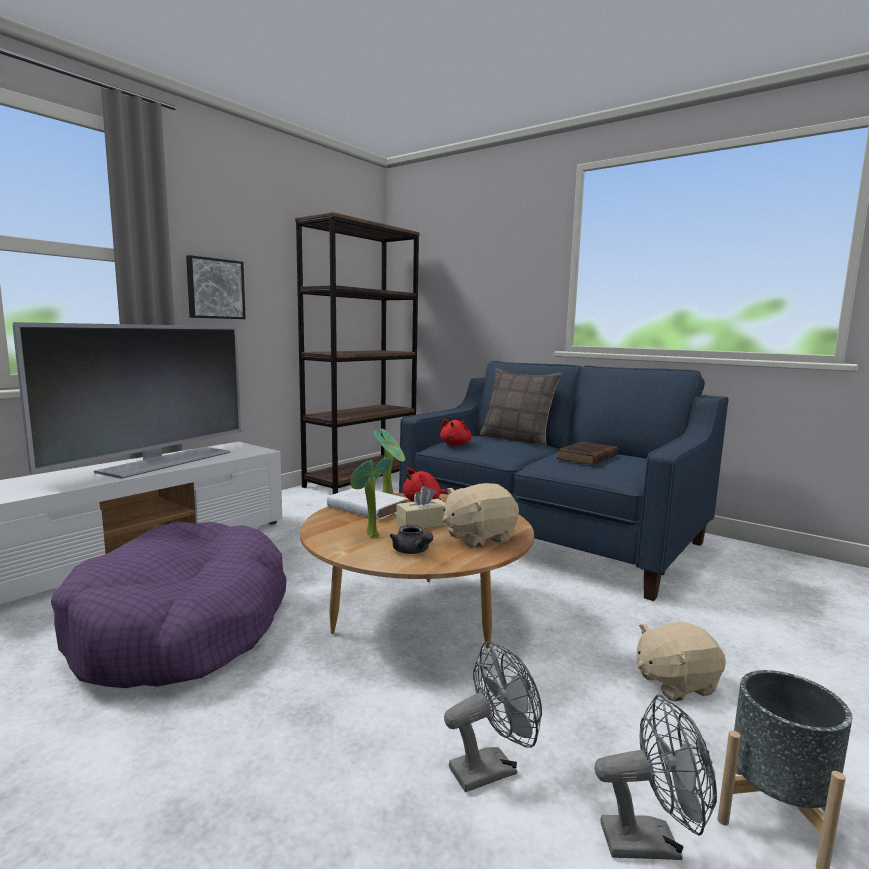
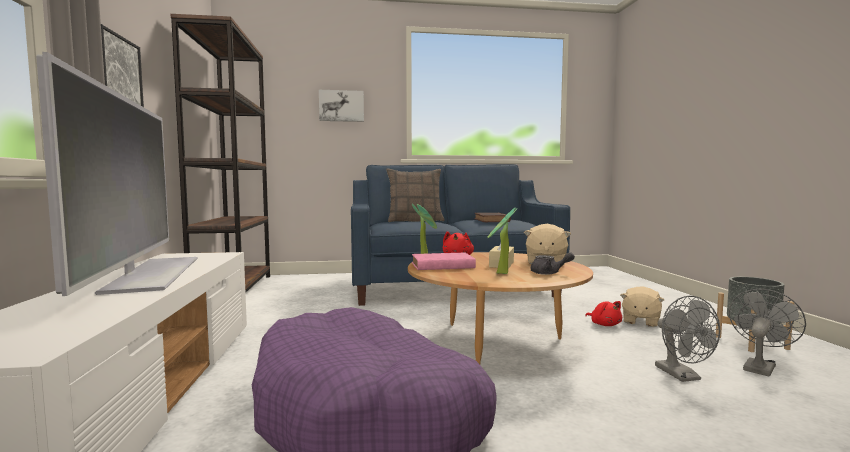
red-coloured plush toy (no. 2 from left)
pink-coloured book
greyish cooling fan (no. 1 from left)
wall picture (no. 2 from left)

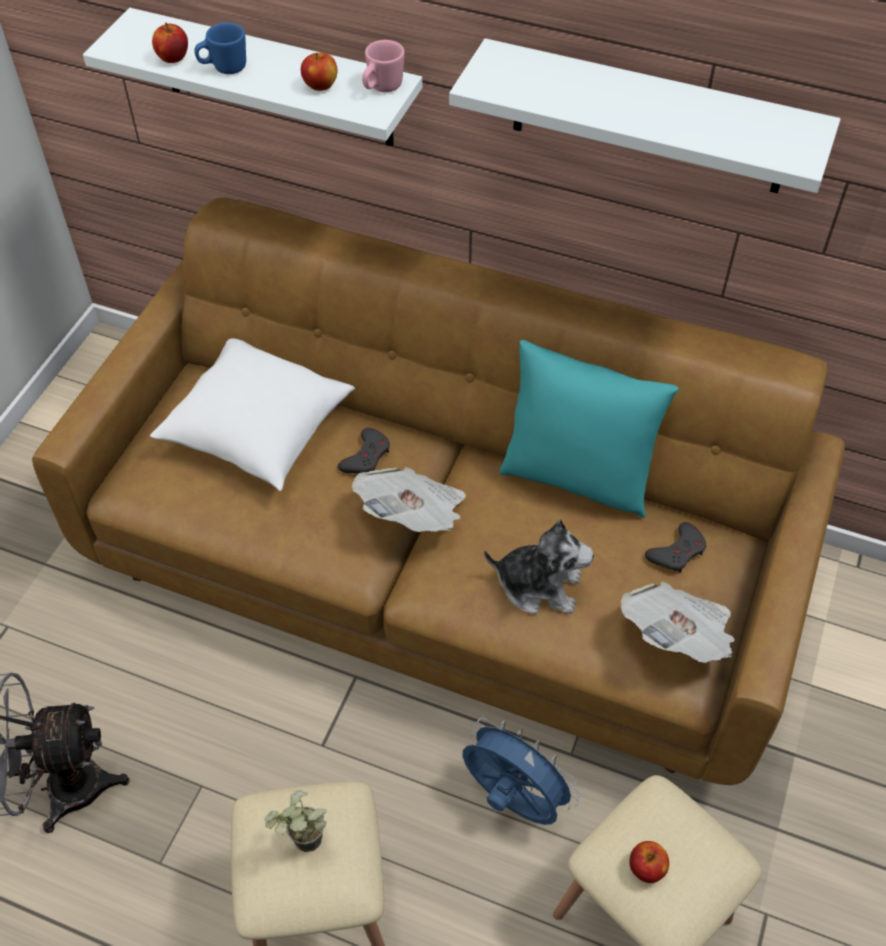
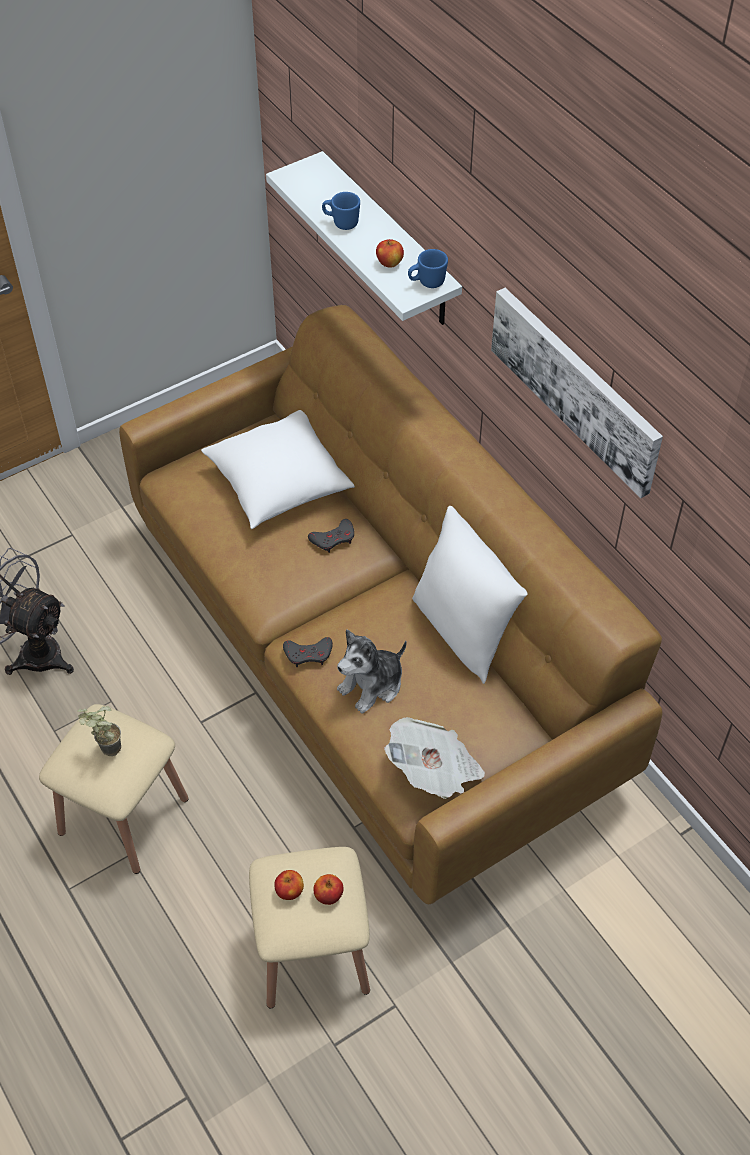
apple fruit (no. 2 from left)
wall picture
blue-coloured tea mug (no. 2 from left)
whitish throw pillow (no. 2 from left)
daily paper (no. 1 from left in the first image)
plush toy
greyish gamepad (no. 1 from left)
blue-coloured cooling fan

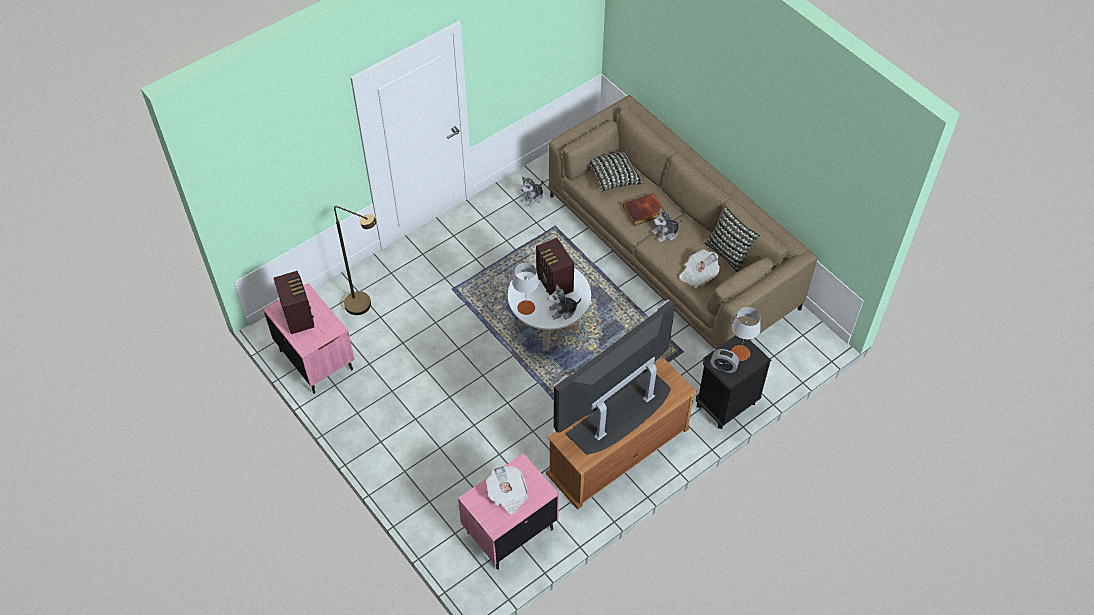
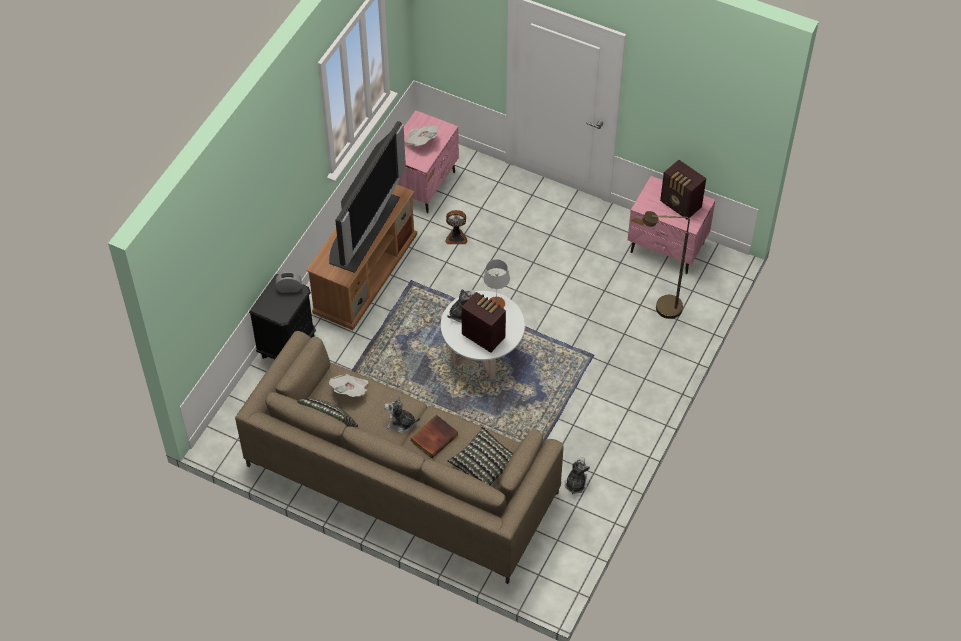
plush toy (no. 1 from left)
greyish lamp for a table (no. 2 from left in the first image)
cooling fan

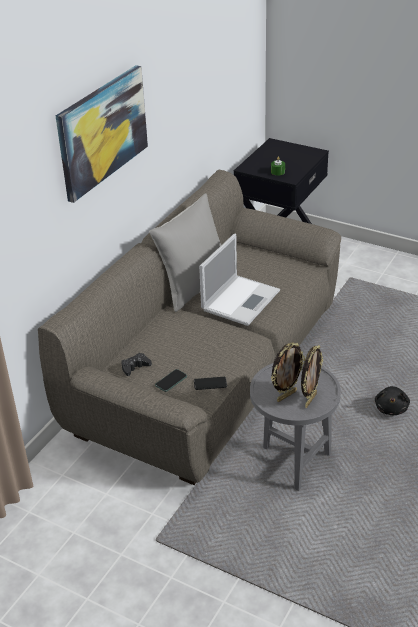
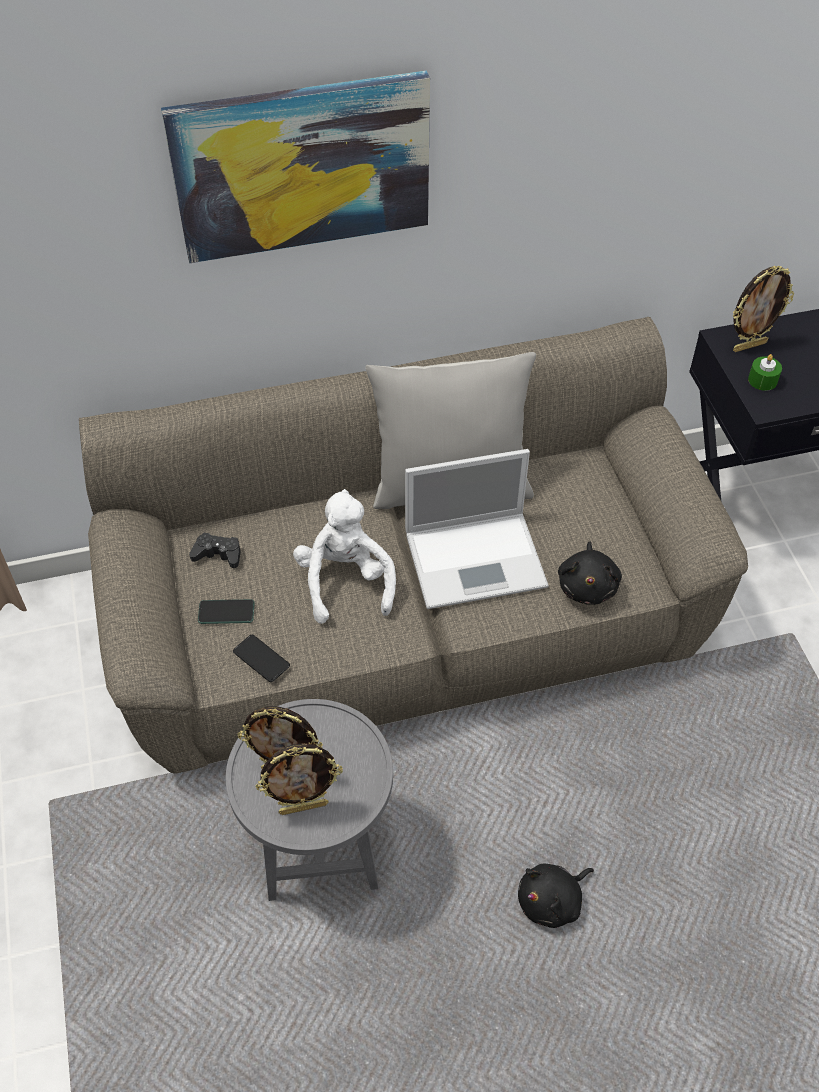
standing frame (no. 3 from left)
whitish plush toy
blackish plush toy (no. 2 from left)

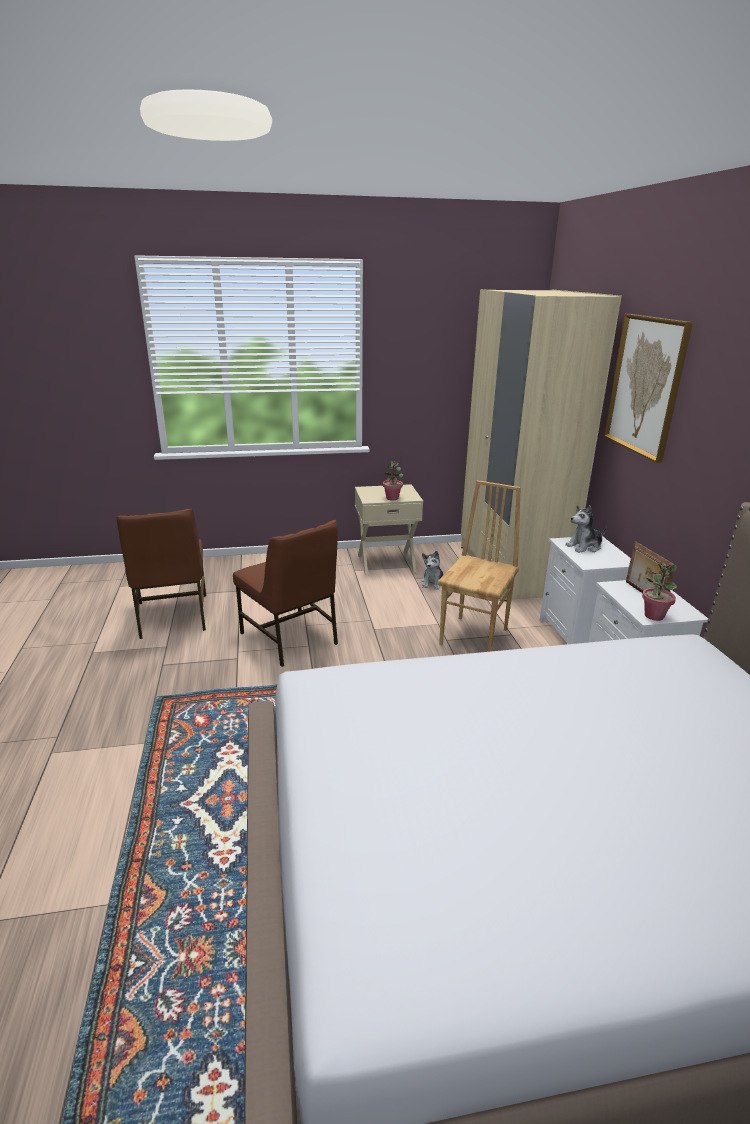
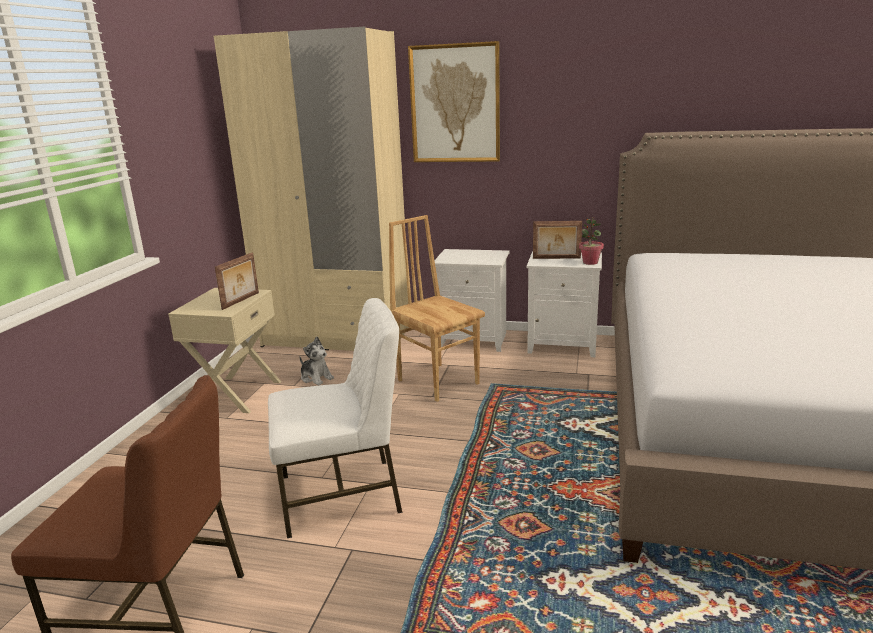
standing frame (no. 1 from left)
plush toy (no. 2 from left in the first image)
whitish plain chair

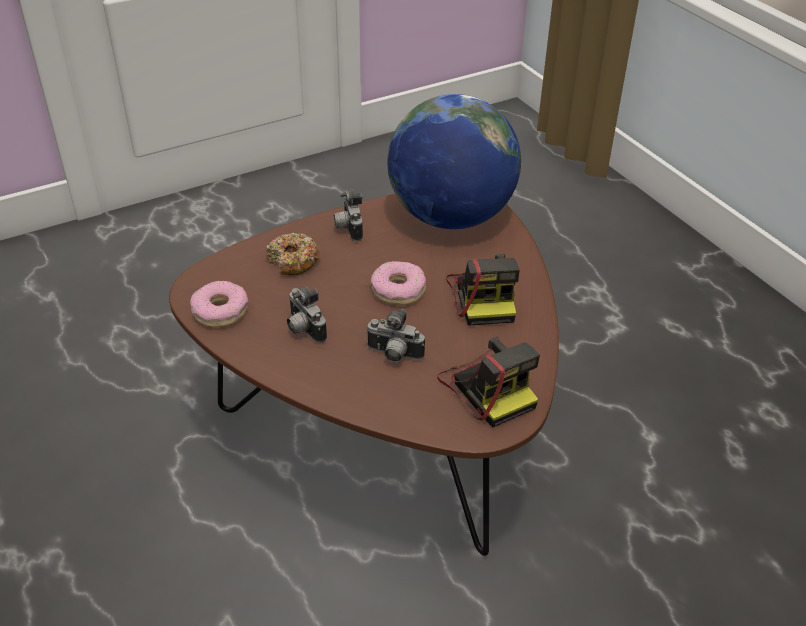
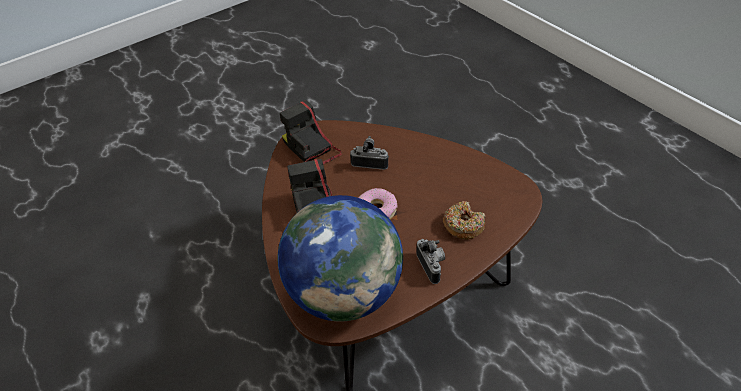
ring doughnut (no. 1 from left in the first image)
still camera (no. 1 from left in the first image)

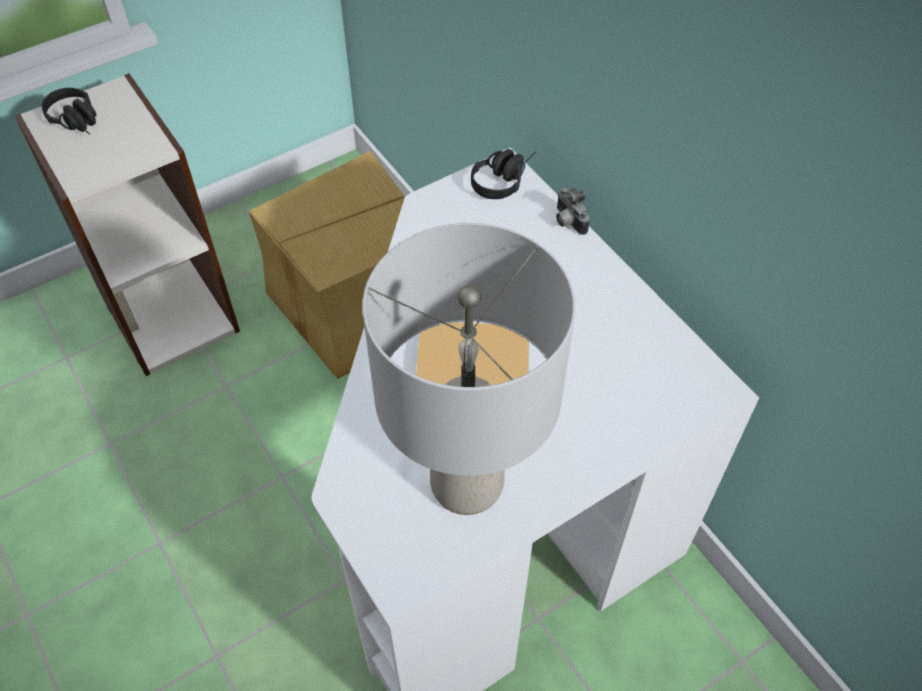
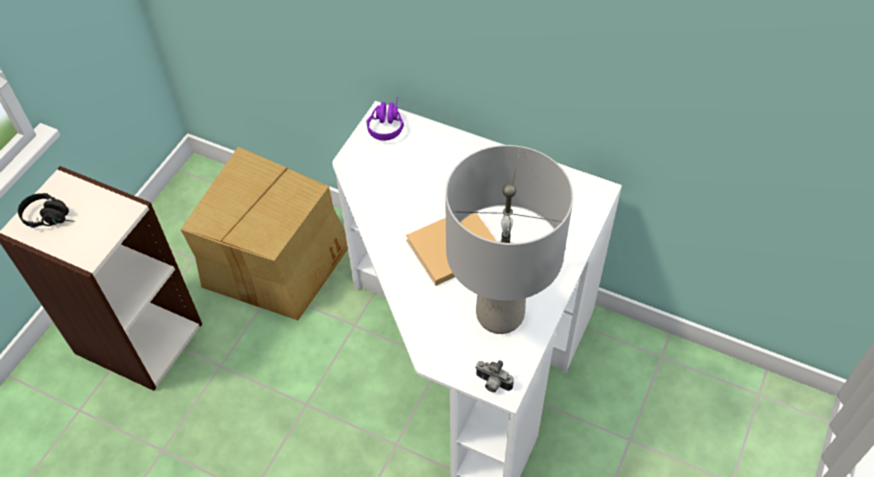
purplish headset
still camera

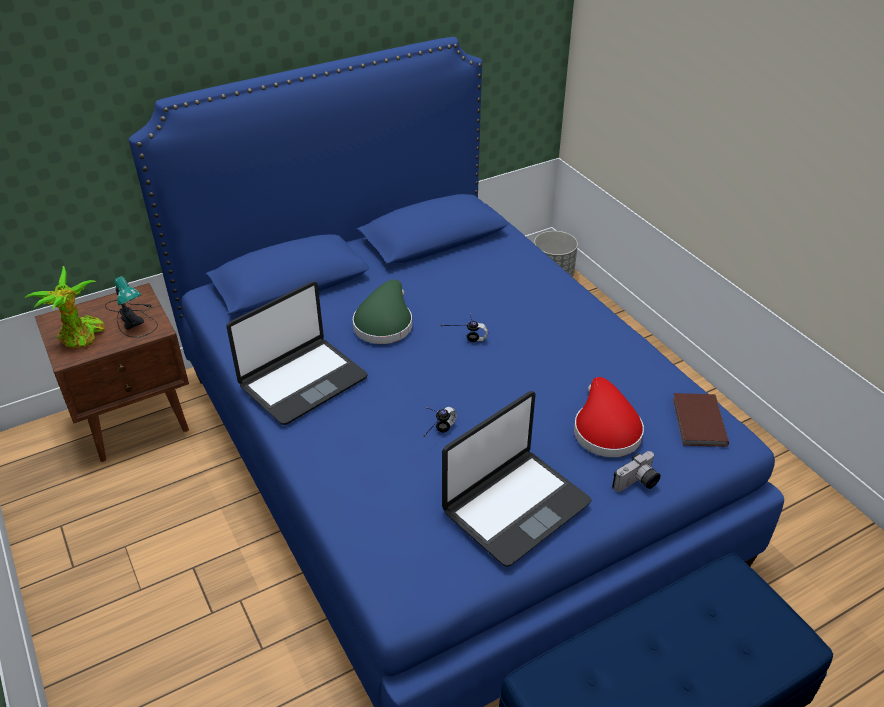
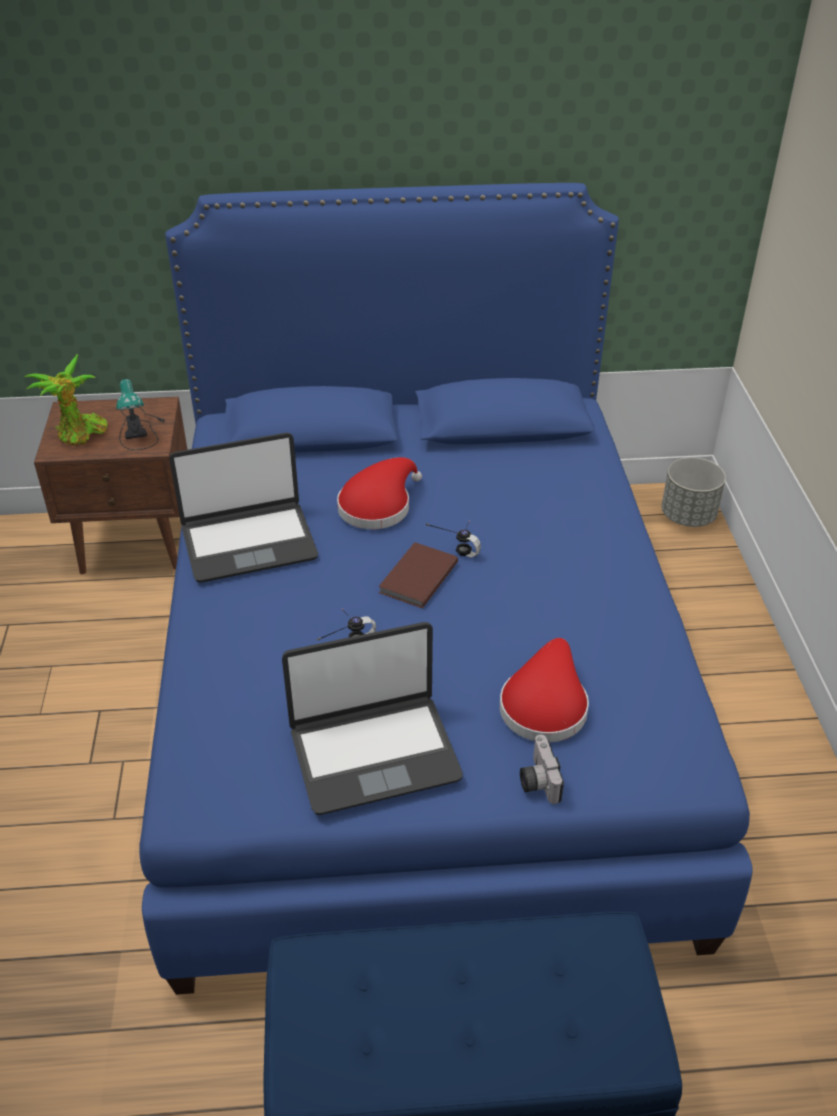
red-coloured wearable hat (no. 1 from left)
brown book
still camera

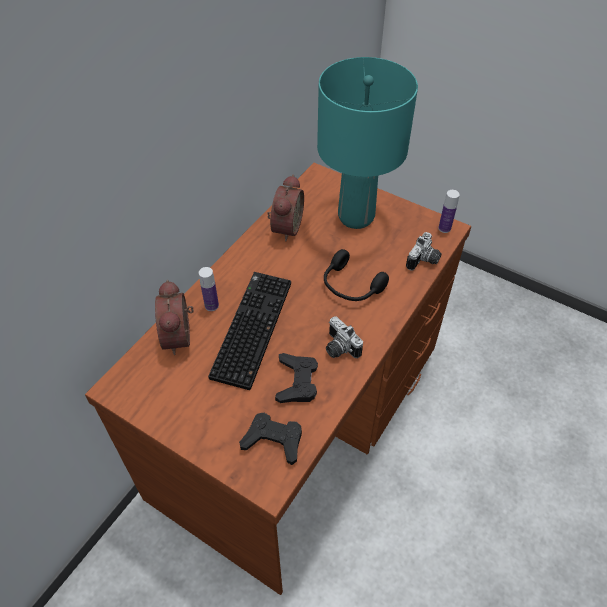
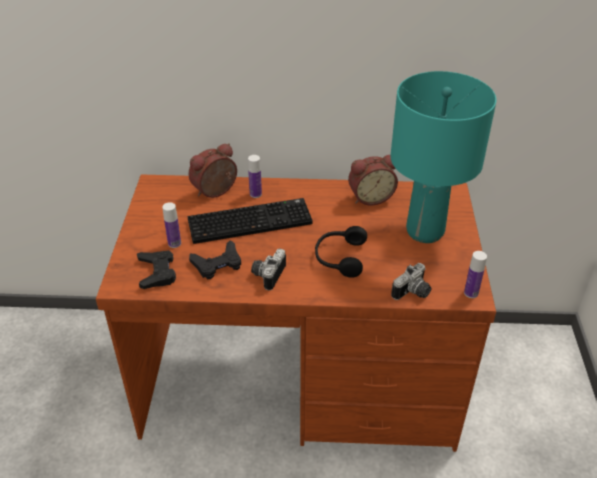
still camera (no. 2 from left)
beverage bottle (no. 1 from left)

